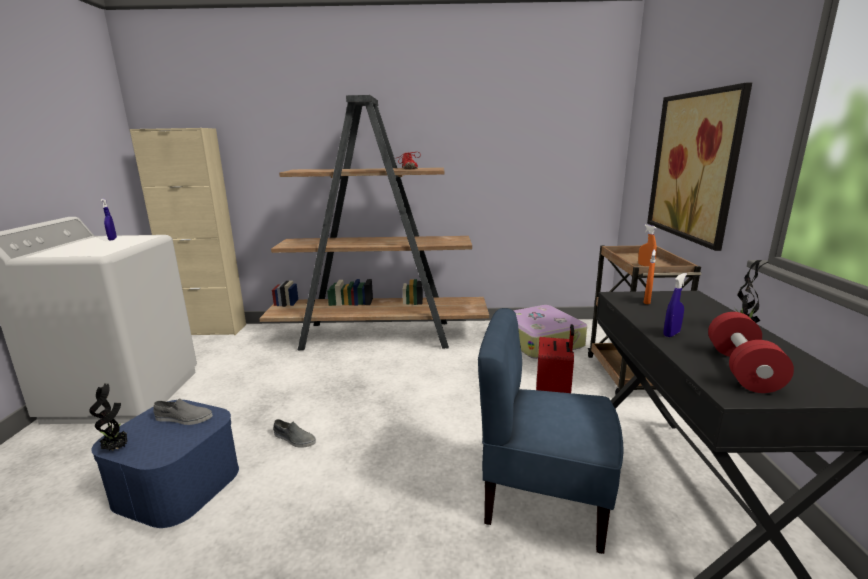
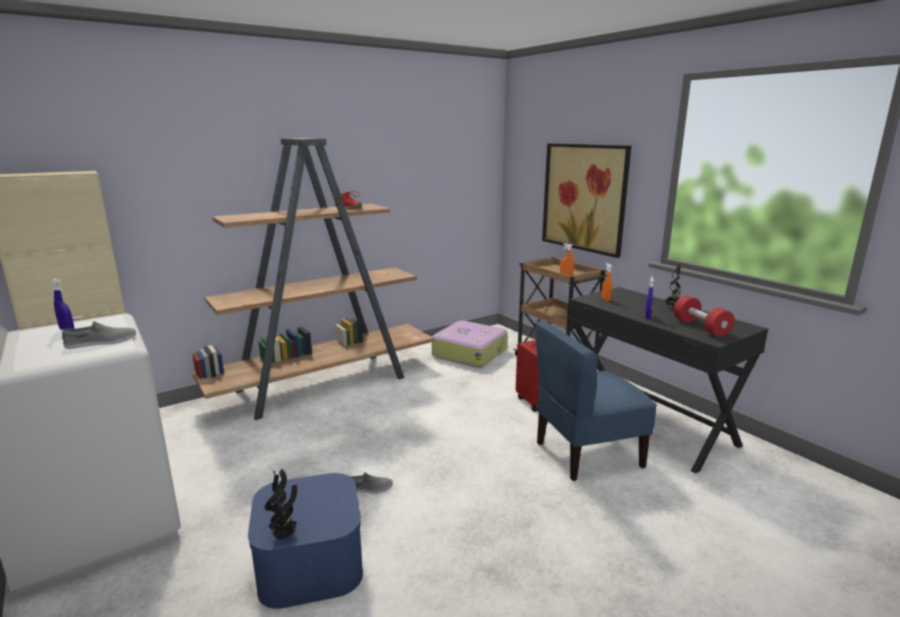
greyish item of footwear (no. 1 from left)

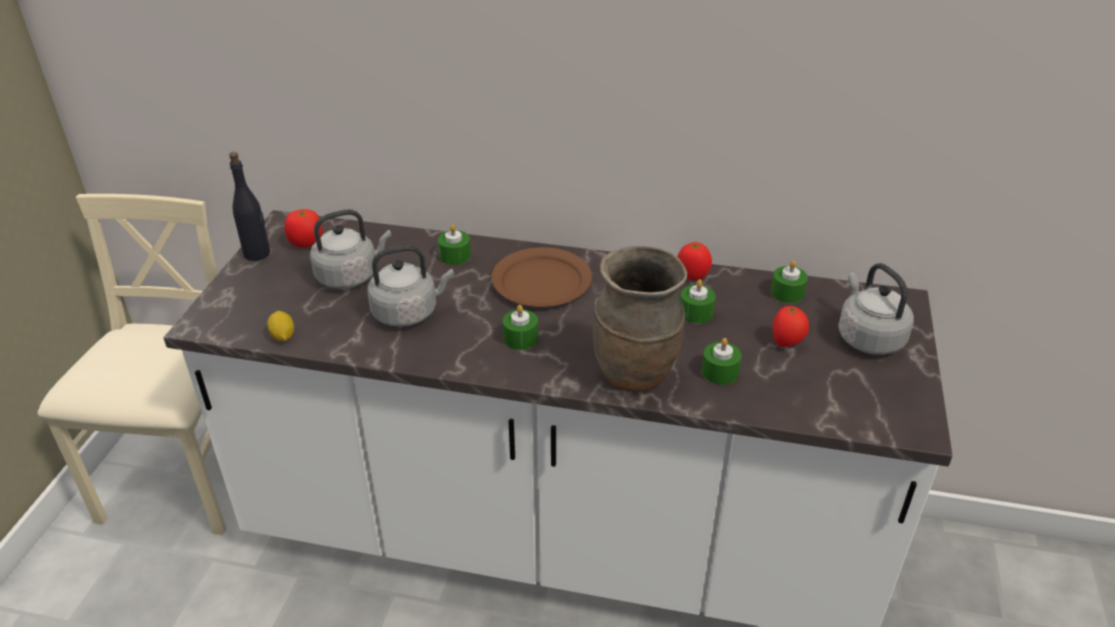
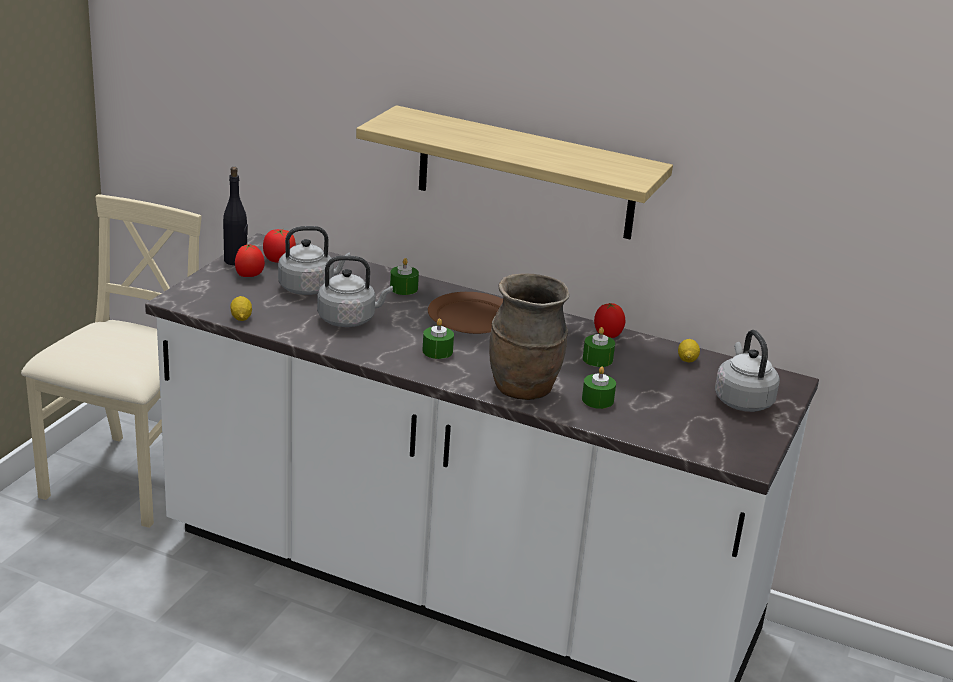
citrus fruit (no. 2 from left)
tomato (no. 1 from left)
bracket shelf

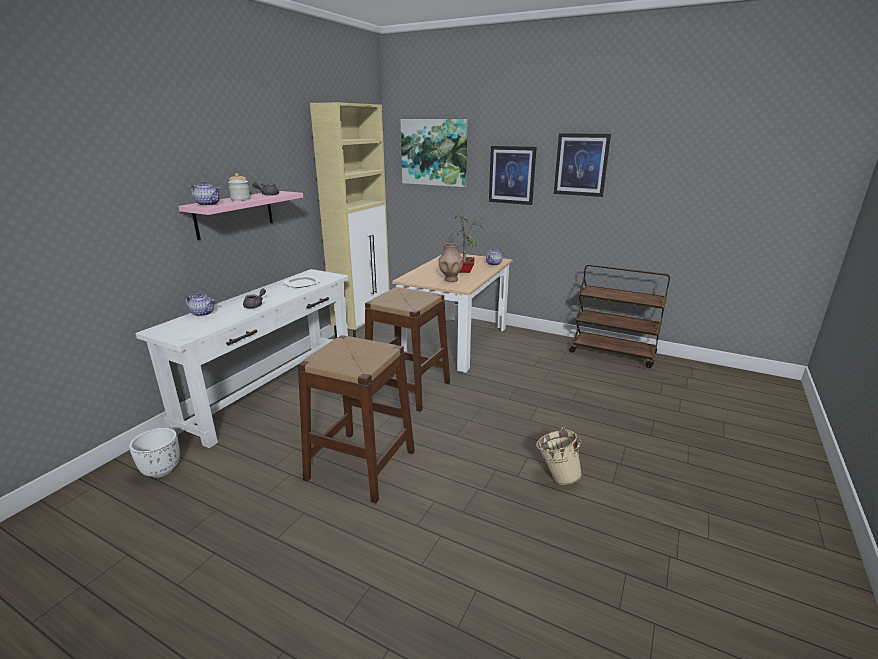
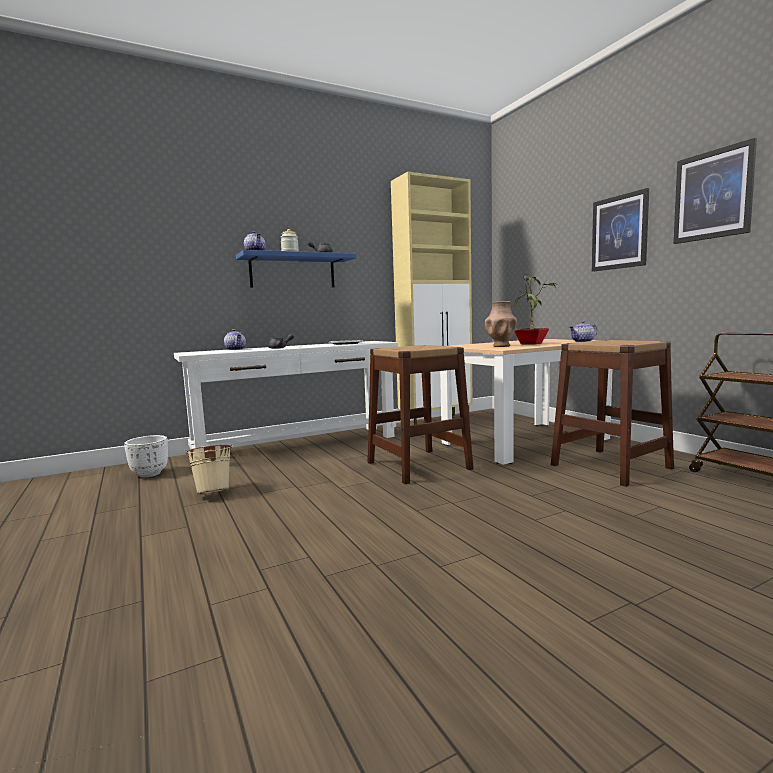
wall picture (no. 1 from left in the first image)
blue-coloured bracket shelf
brown sitting stool (no. 2 from left)
beige-coloured bucket

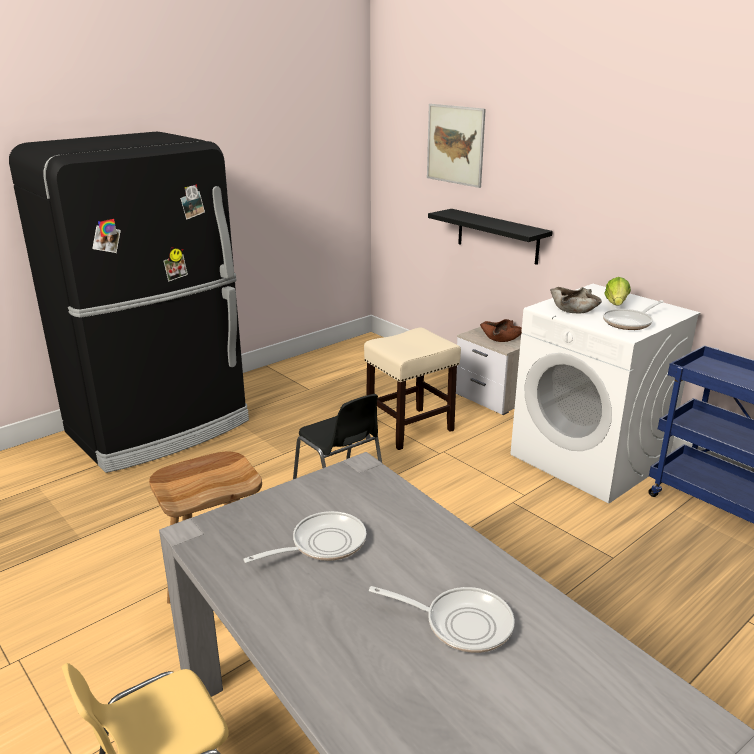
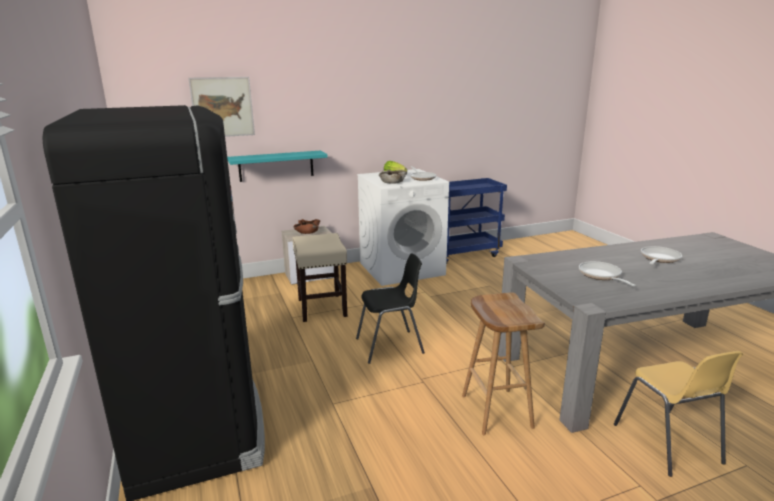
turquoise-coloured bracket shelf

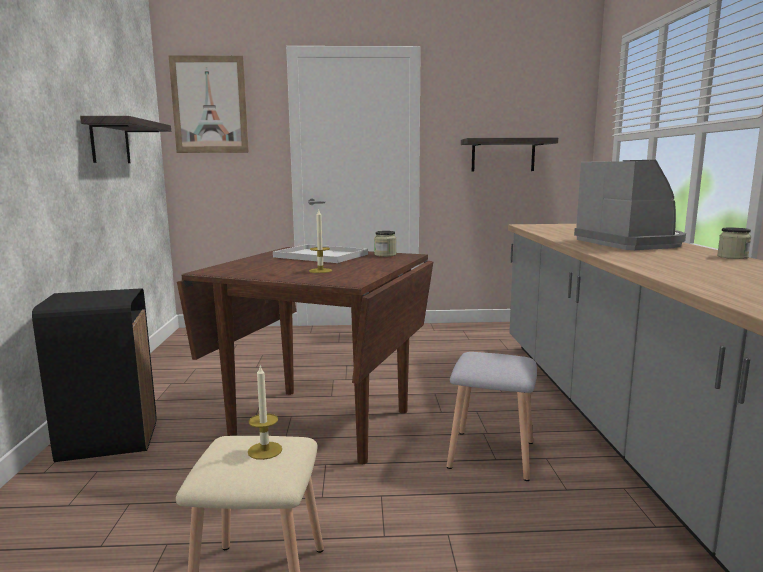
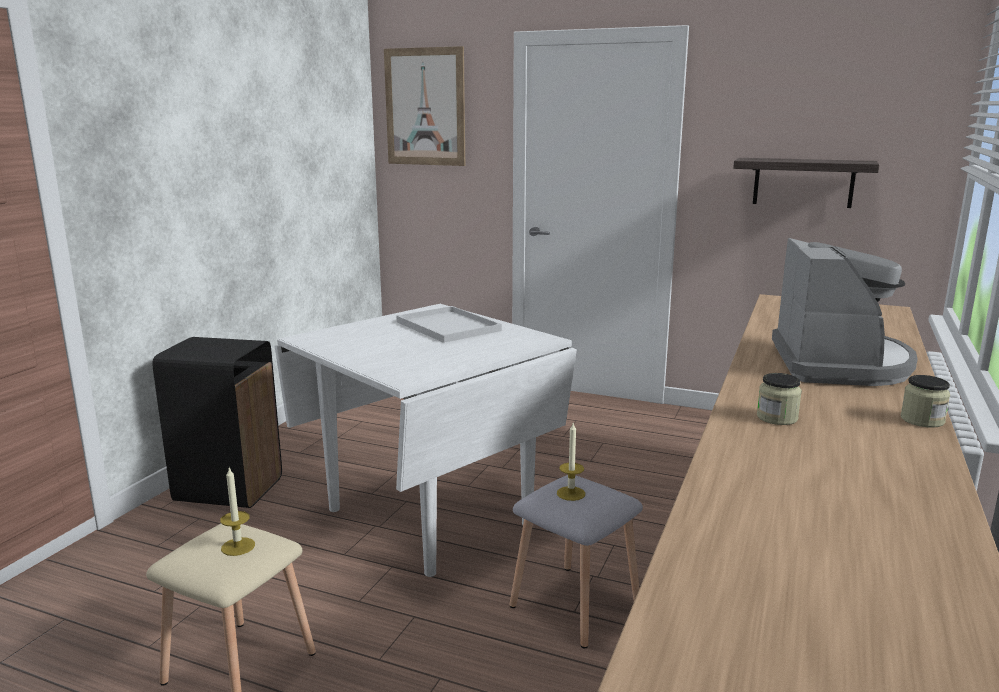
bracket shelf (no. 1 from left in the first image)
wax candle (no. 2 from left)
jar (no. 1 from left)
whitish dining table

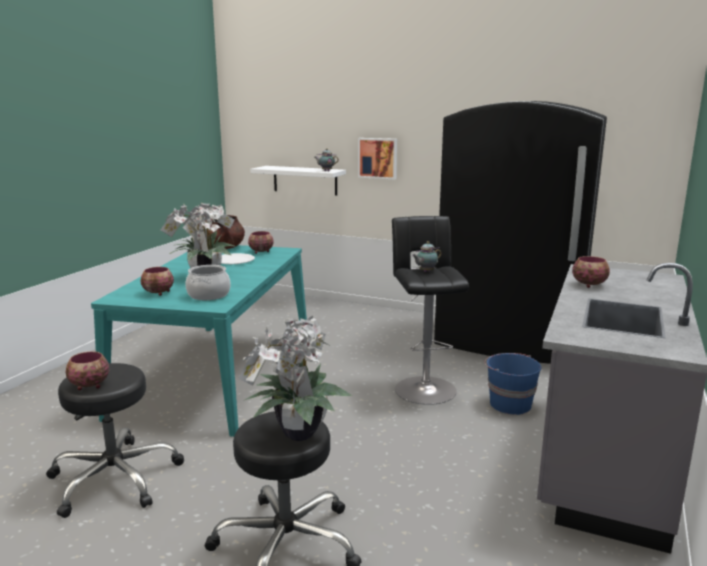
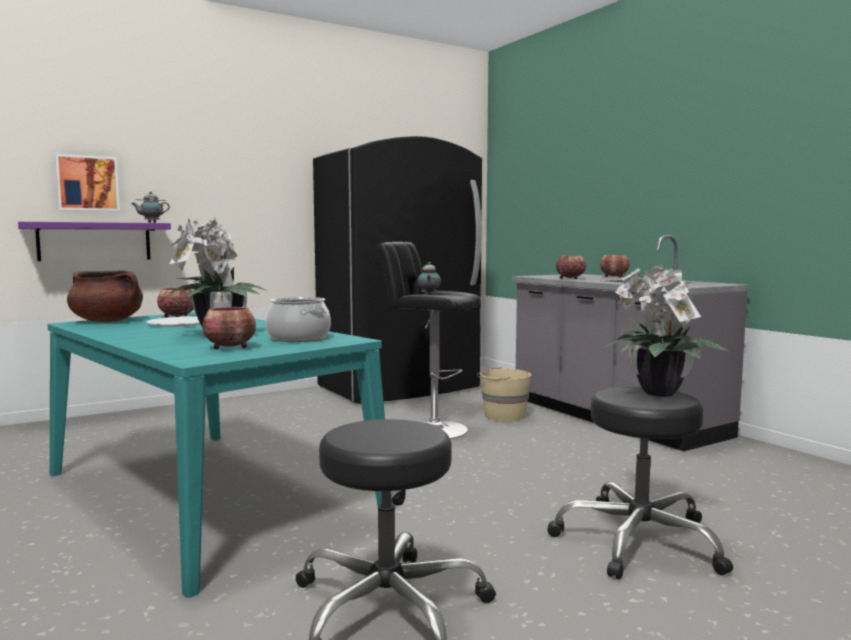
wall picture
purplish bracket shelf
serving bowl (no. 4 from left)
beige-coloured bucket

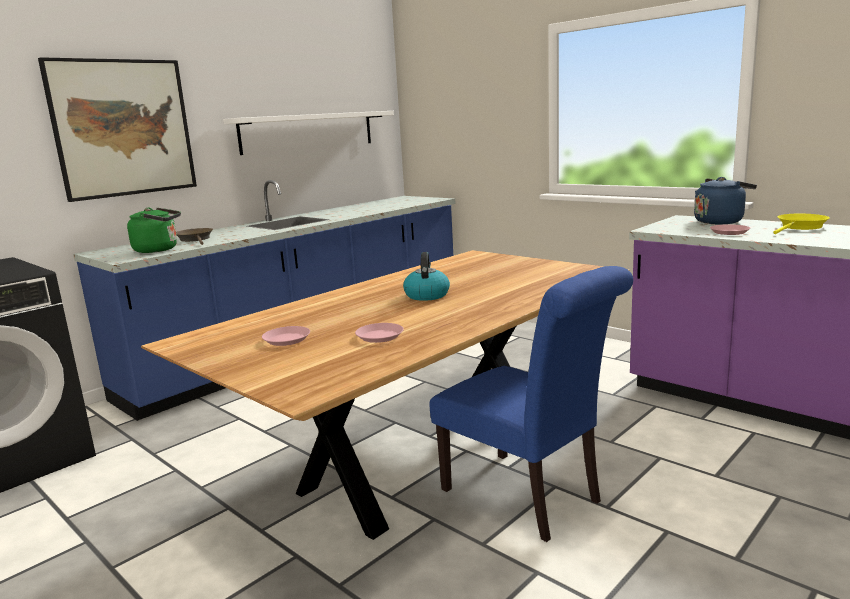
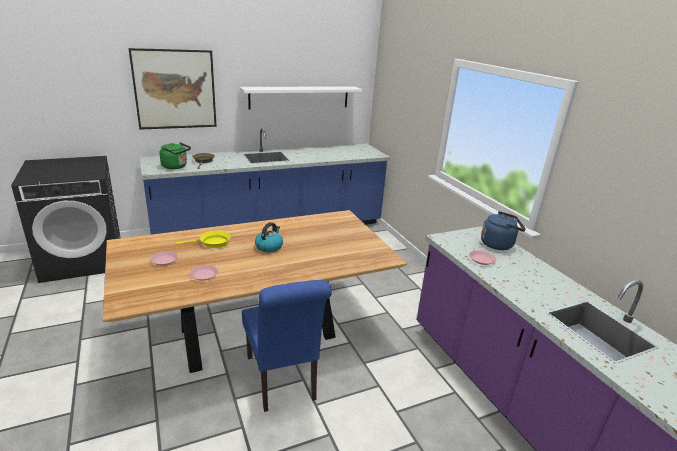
yellowish pan

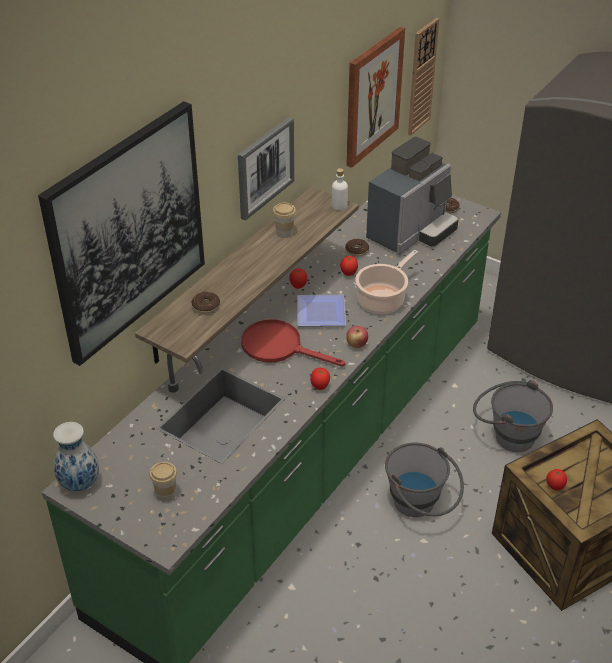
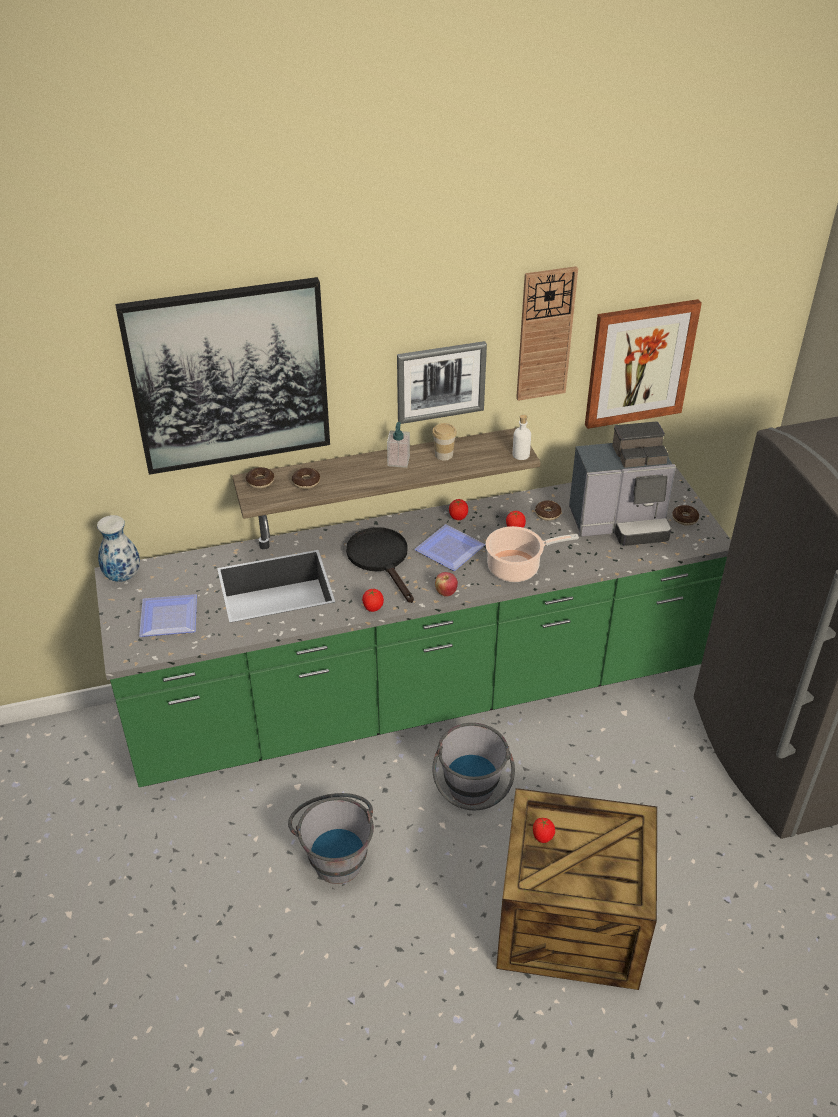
wall clock
blackish pan
greyish bucket (no. 1 from left)
plate (no. 1 from left)
soap bottle
ring doughnut (no. 1 from left)

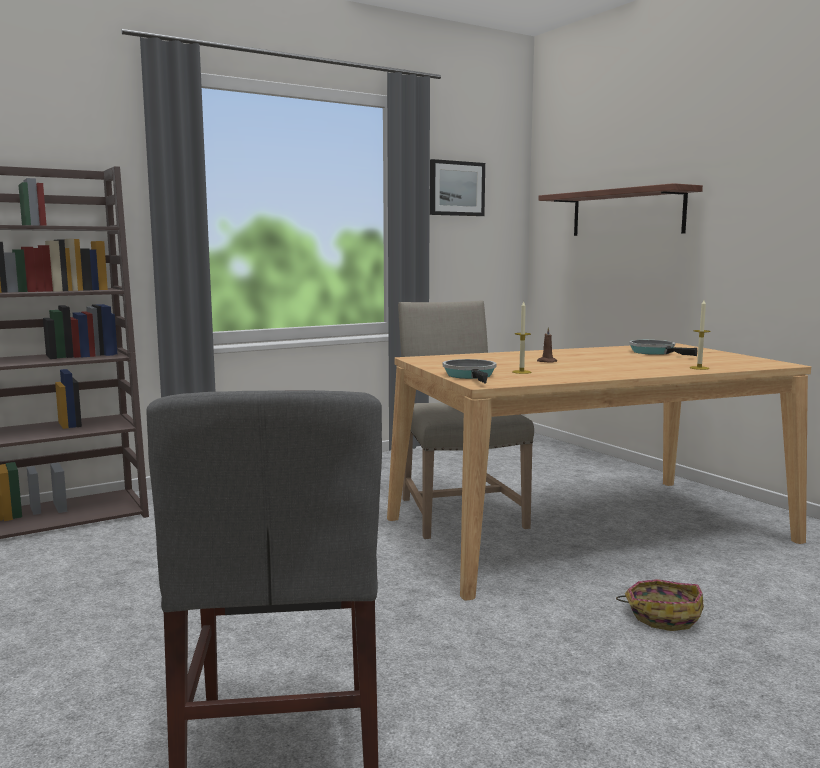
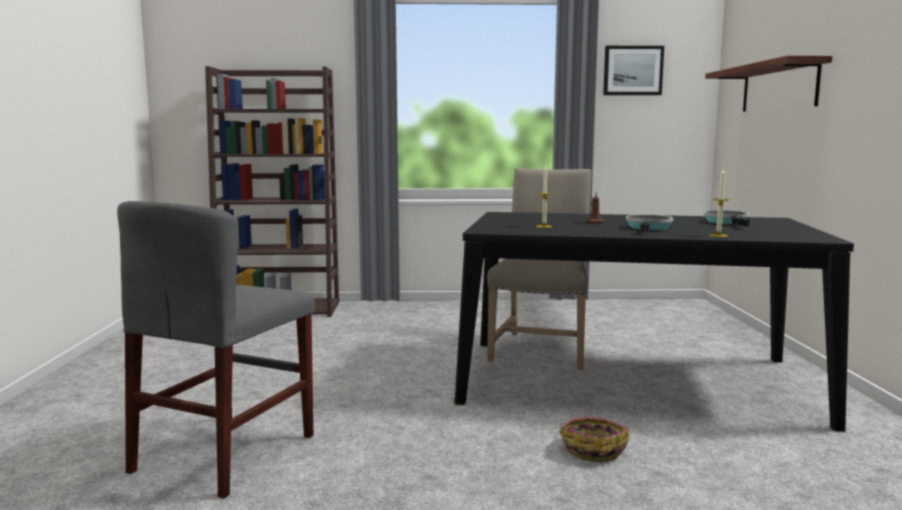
blackish dining table
pan (no. 1 from left)

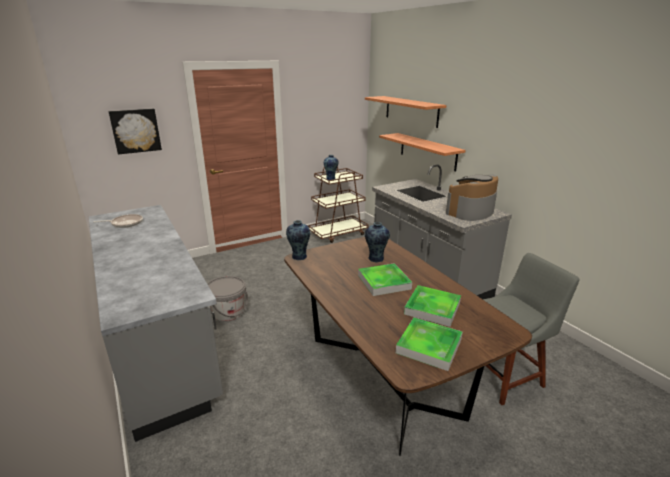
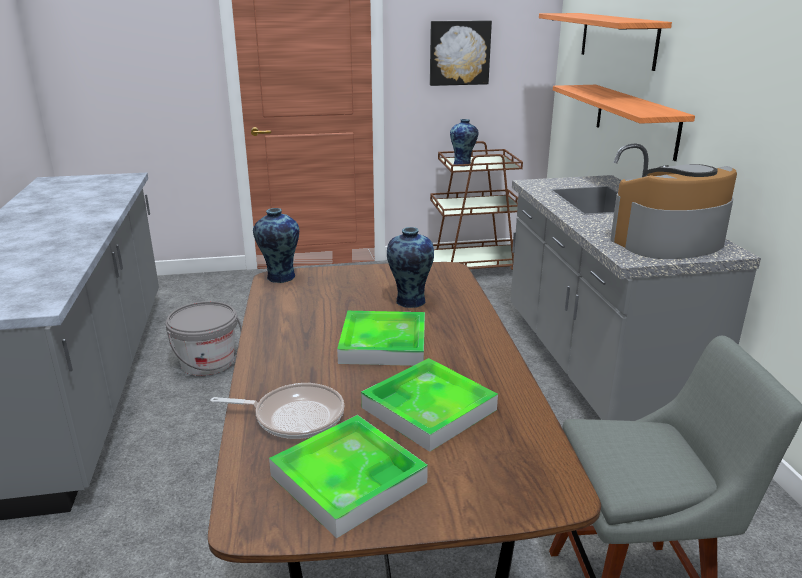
wall picture
pan

